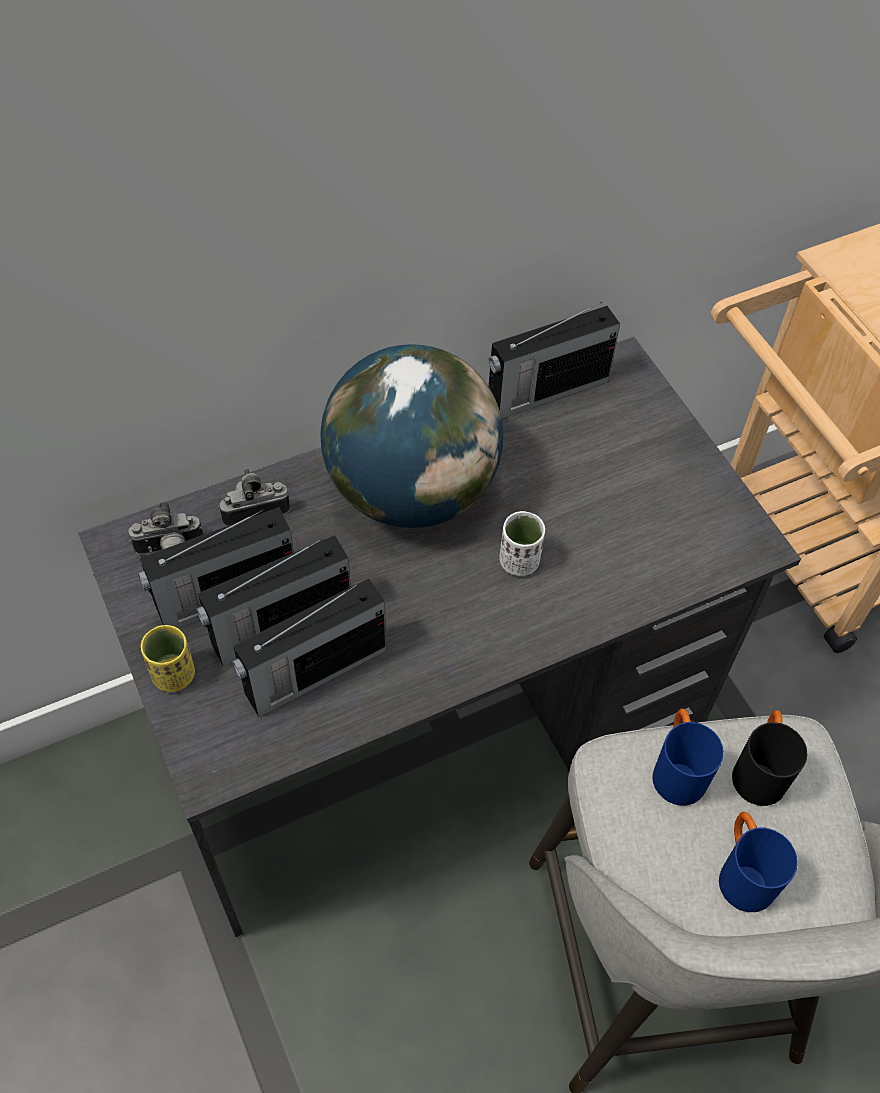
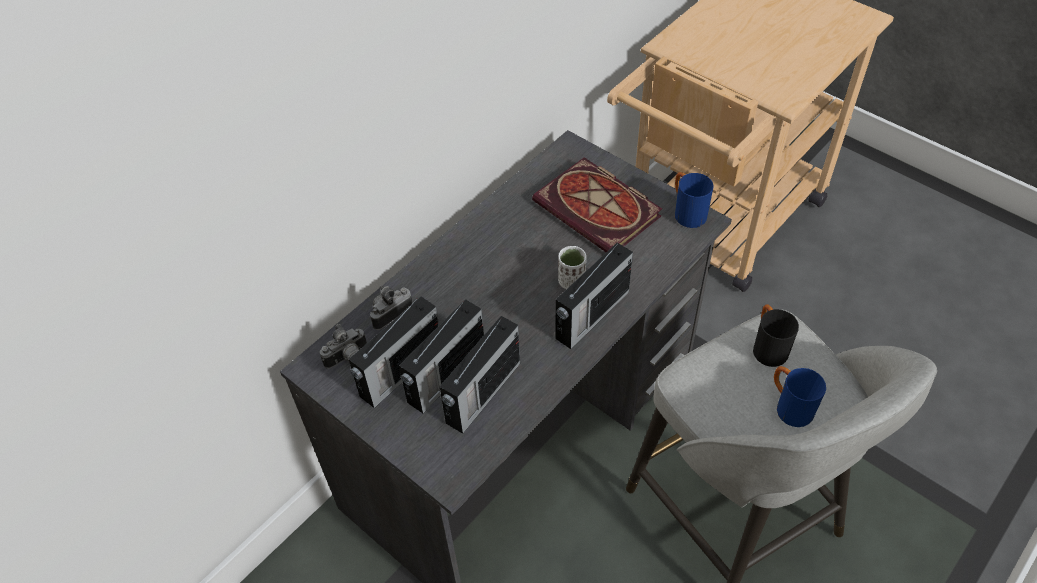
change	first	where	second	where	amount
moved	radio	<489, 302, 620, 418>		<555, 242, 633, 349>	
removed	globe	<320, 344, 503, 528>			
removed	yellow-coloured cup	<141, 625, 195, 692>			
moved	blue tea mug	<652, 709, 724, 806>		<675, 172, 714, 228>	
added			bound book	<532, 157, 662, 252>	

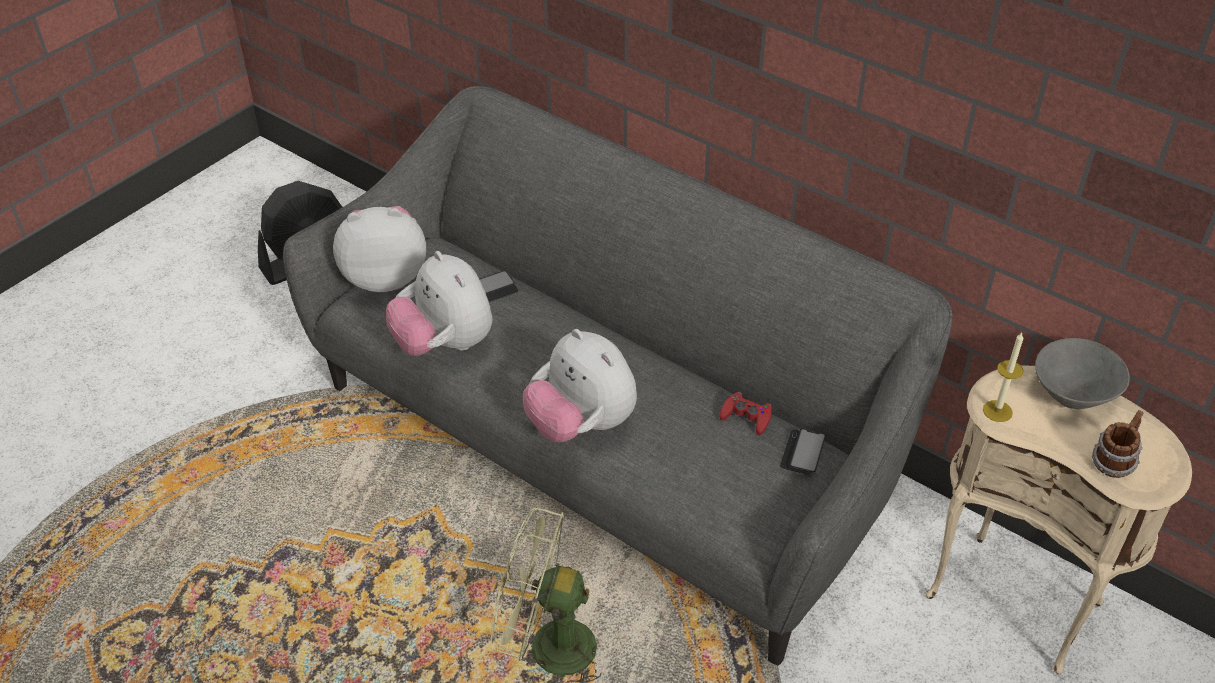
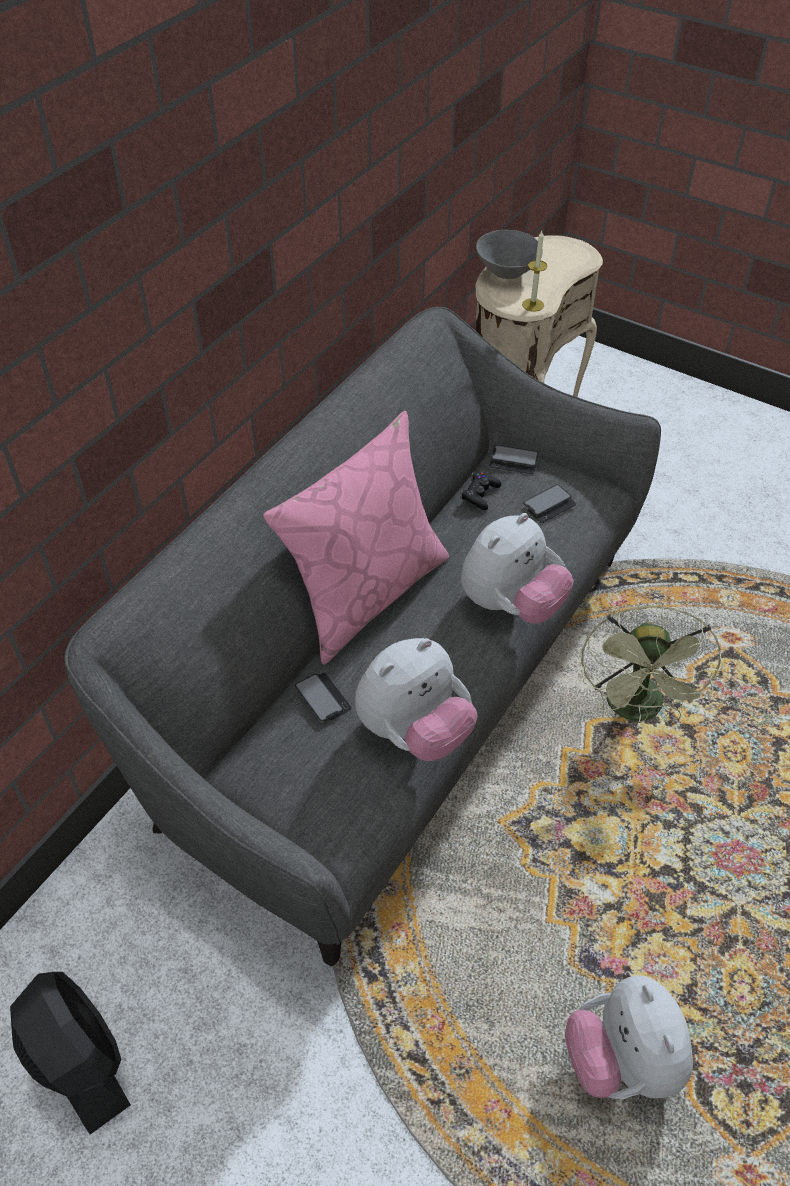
change	first	where	second	where	amount
moved	soft toy	<333, 206, 426, 292>		<565, 975, 693, 1099>	
recoloured	red game controller	<719, 392, 772, 436>	black game controller	<461, 472, 501, 511>	
removed	tea mug	<1092, 410, 1143, 478>			
added			pink-coloured pillow	<263, 411, 449, 665>	
added			handset	<523, 484, 576, 523>	

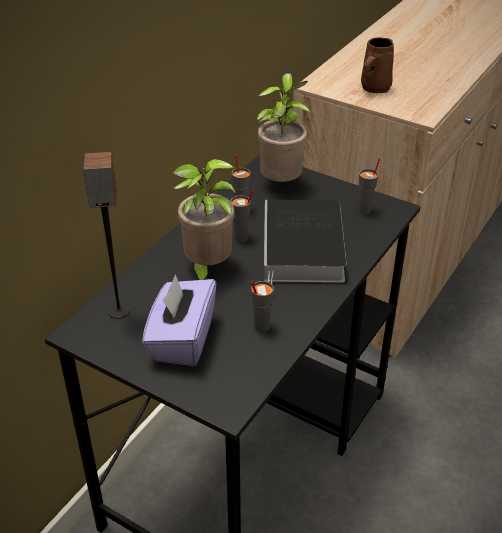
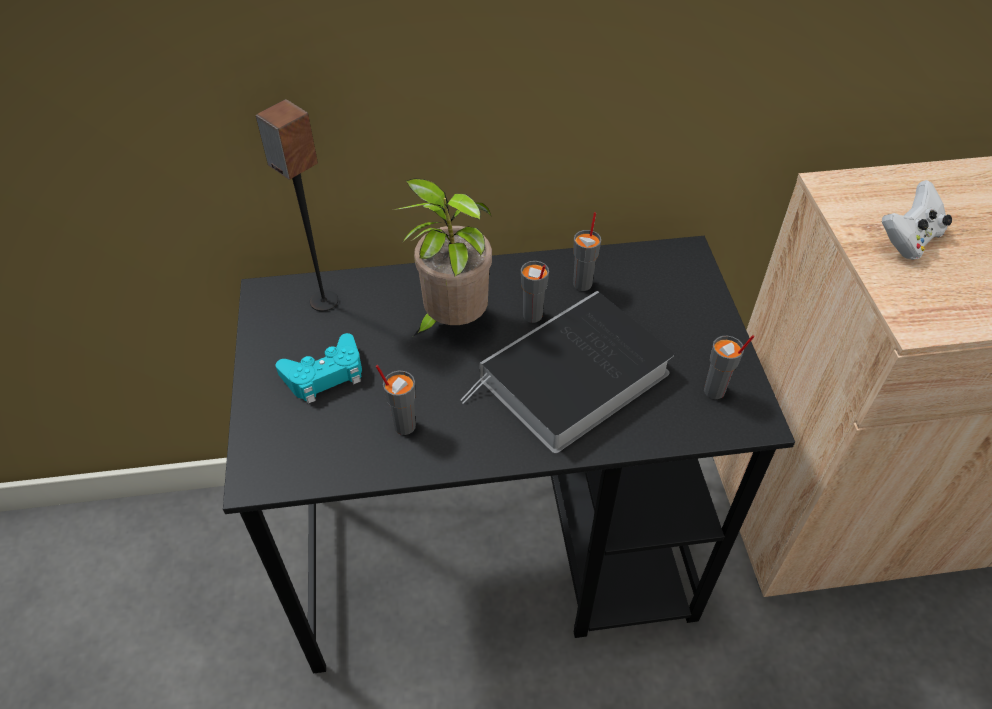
change	first	where	second	where	amount
replaced	brownish tea mug	<361, 37, 394, 93>	white-coloured game controller	<882, 180, 952, 260>	
removed	potted plant	<257, 73, 310, 182>			
replaced	purplish box of tissues	<142, 274, 216, 366>	turquoise-coloured game controller	<276, 333, 362, 404>	

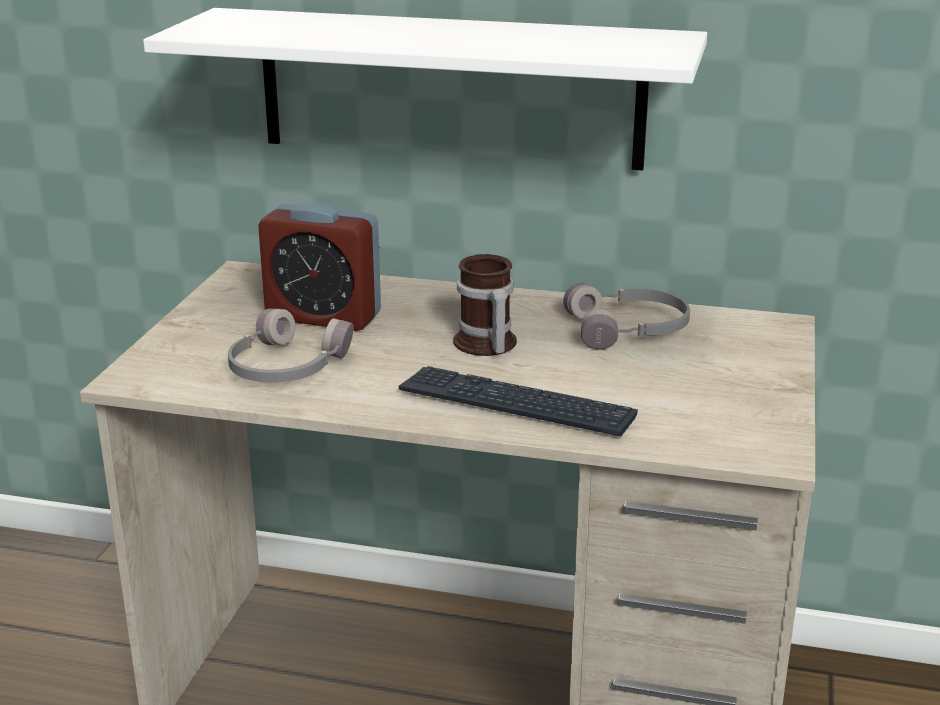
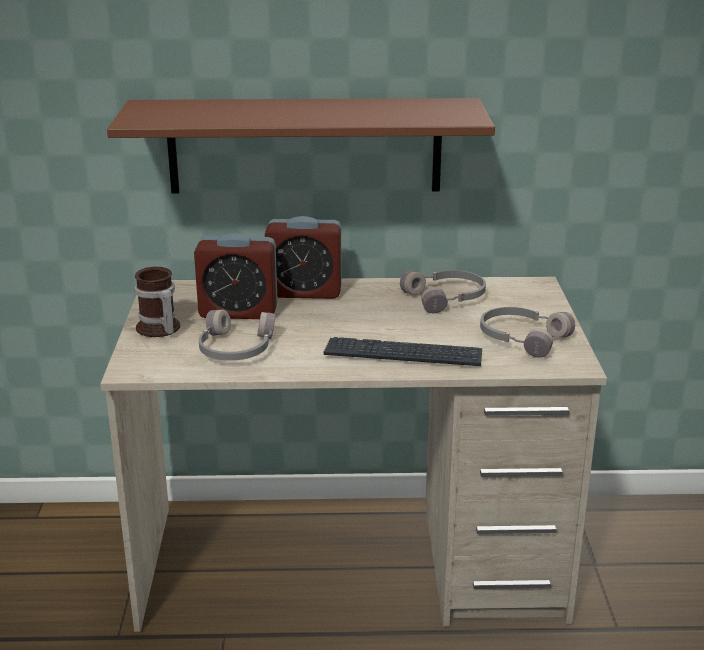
change	first	where	second	where	amount
recoloured	white-coloured shelf	<143, 8, 707, 170>	brownish shelf	<107, 98, 495, 193>	
moved	tea mug	<453, 254, 517, 356>		<134, 267, 181, 337>	
added			alarm clock	<265, 216, 342, 299>	
added			greyish headphones	<480, 307, 575, 358>	

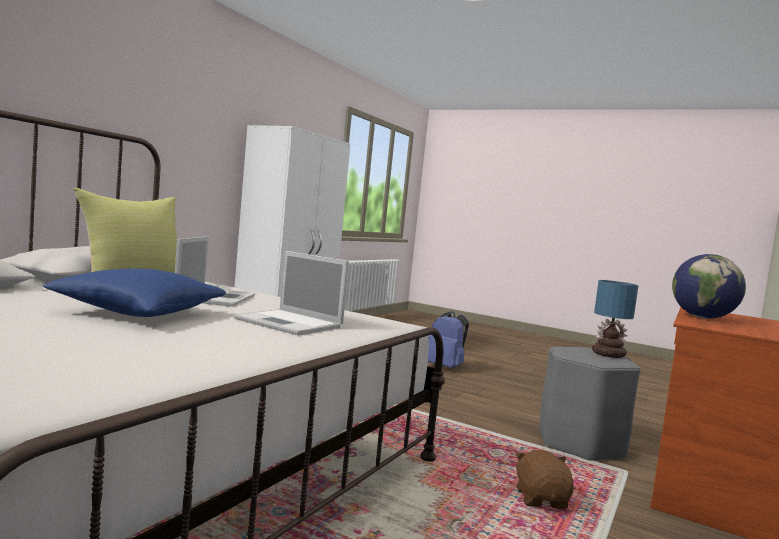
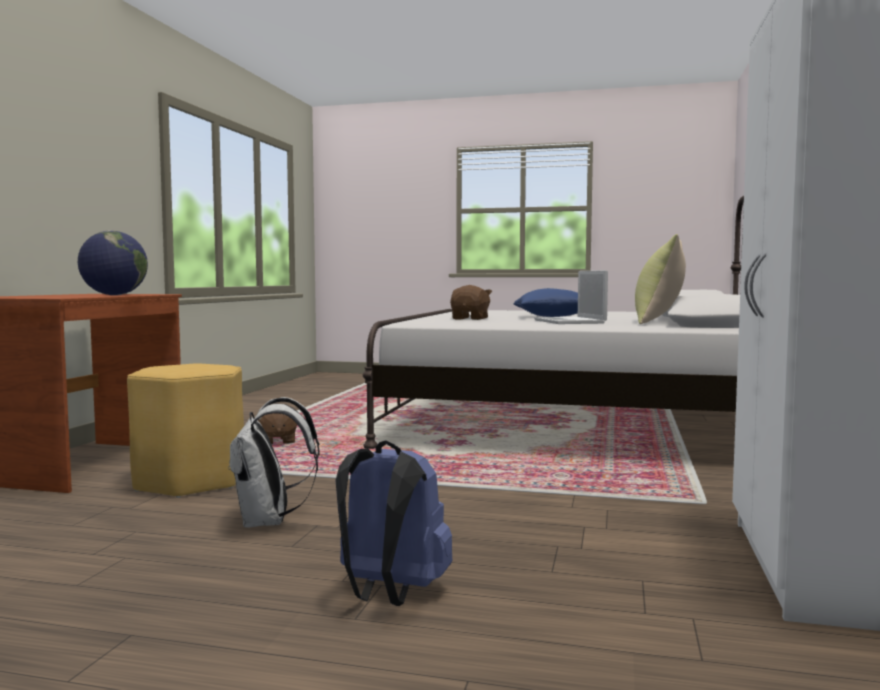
change	first	where	second	where	amount
replaced	laptop	<234, 251, 349, 336>	brownish soft toy	<450, 285, 492, 320>	
removed	table lamp	<592, 280, 638, 358>			
recoloured	greyish stool seat	<539, 347, 640, 461>	yellow-coloured stool seat	<127, 363, 244, 498>	
added			white-coloured backpack	<228, 397, 319, 528>	

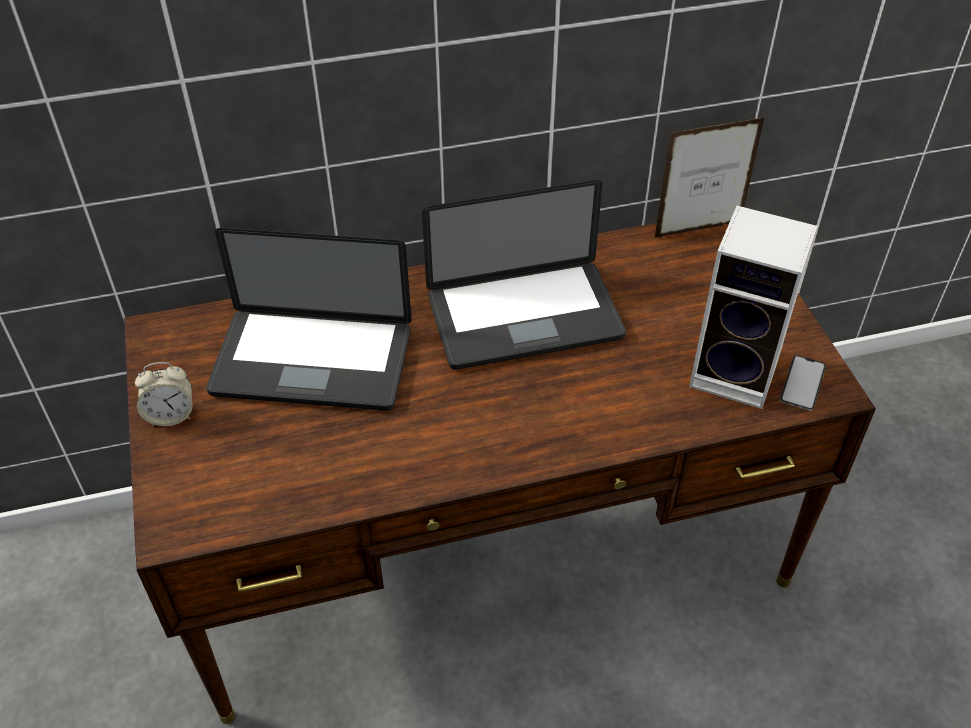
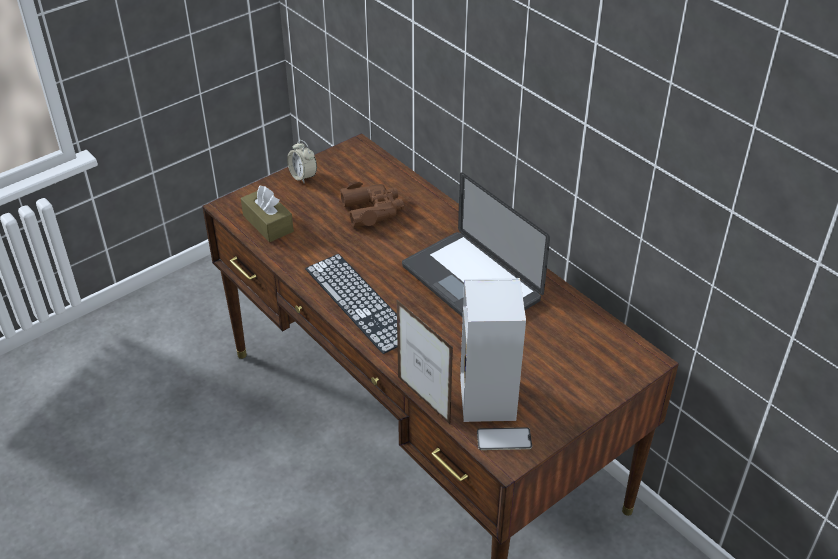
change	first	where	second	where	amount
moved	standing frame	<655, 117, 765, 238>		<397, 300, 453, 425>	
replaced	laptop	<206, 228, 412, 411>	brownish field glasses	<340, 182, 404, 228>	
added			brownish box of tissues	<241, 185, 294, 242>	
added			keyboard	<305, 254, 398, 354>	

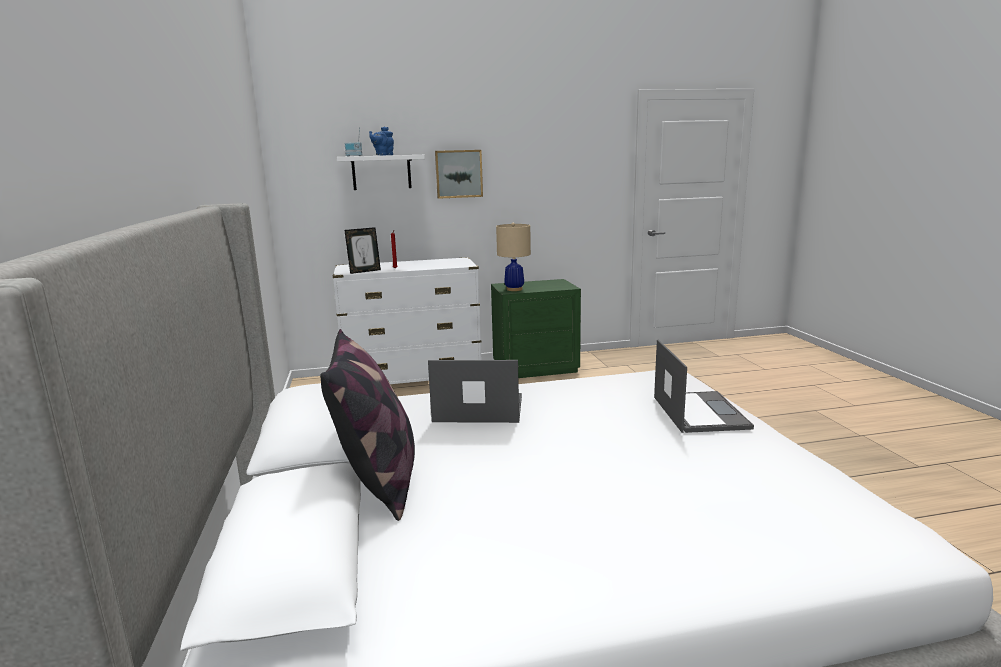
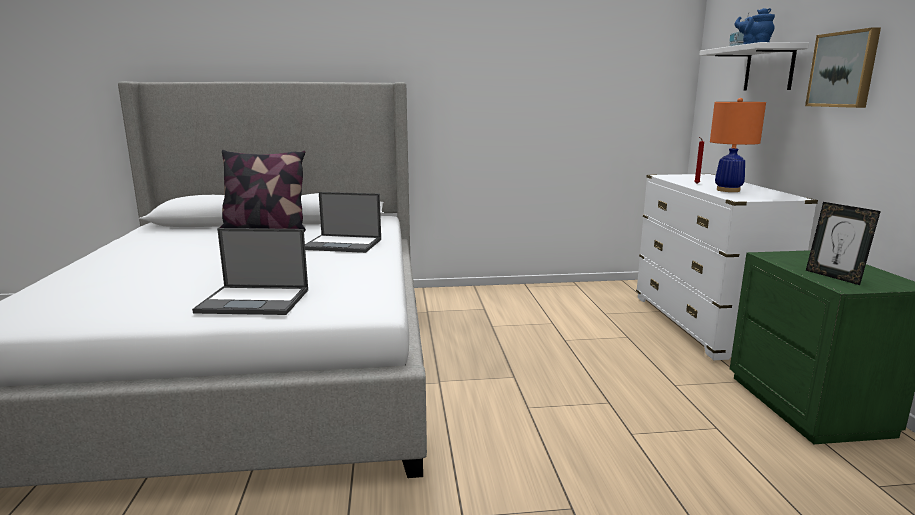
change	first	where	second	where	amount
removed	sand-coloured table lamp	<496, 223, 531, 291>			
moved	standing frame	<344, 227, 381, 274>		<806, 202, 881, 285>	
turned	laptop	<428, 360, 522, 423>		<305, 192, 381, 253>	90 degrees clockwise
added			orange table lamp	<710, 98, 766, 192>	

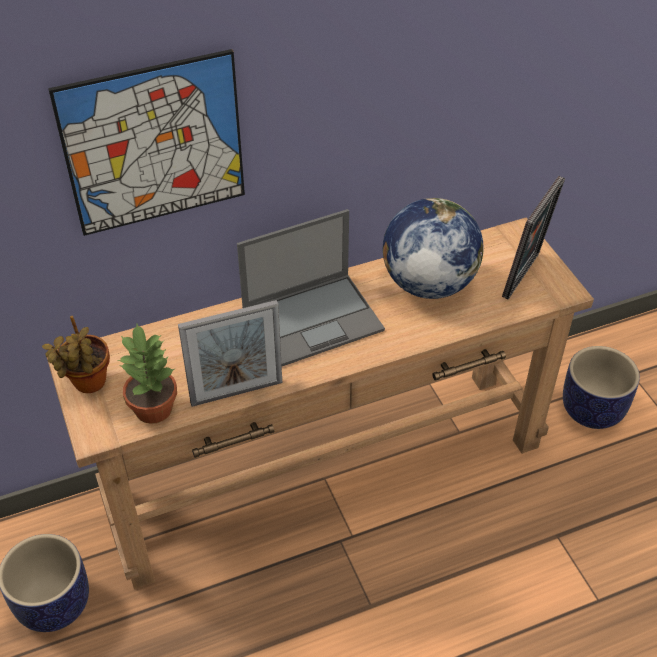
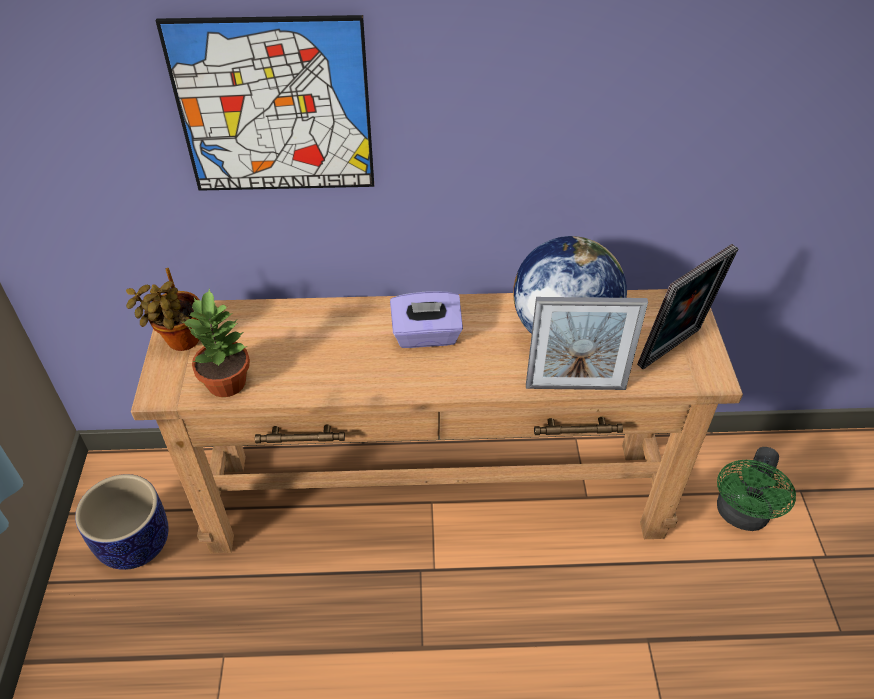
change	first	where	second	where	amount
replaced	laptop	<237, 209, 385, 366>	purplish box of tissues	<390, 291, 463, 348>	
moved	standing frame	<178, 300, 282, 407>		<526, 297, 648, 390>	
replaced	plant pot	<563, 346, 640, 429>	green cooling fan	<717, 447, 796, 531>	

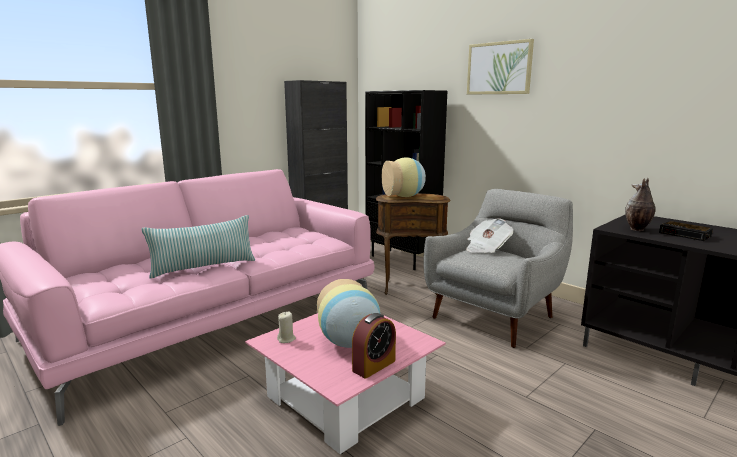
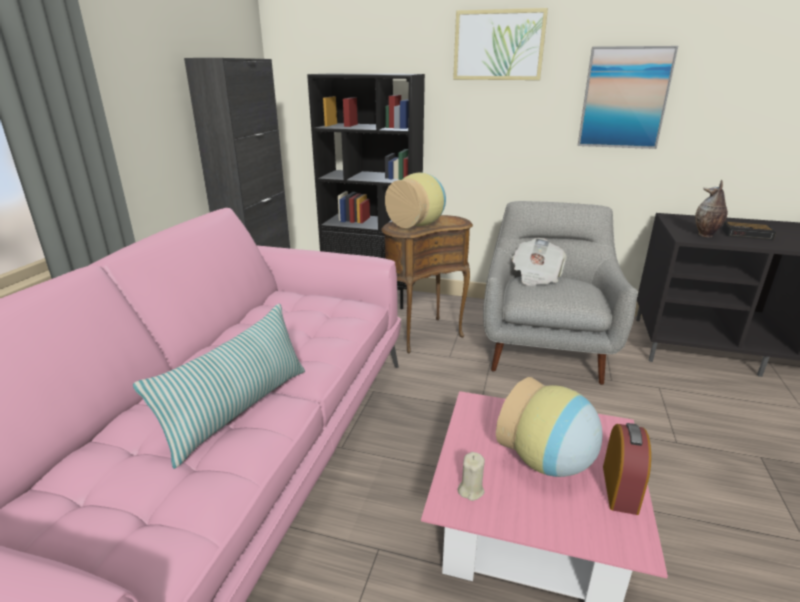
change	first	where	second	where	amount
added			wall picture	<578, 46, 678, 149>	

